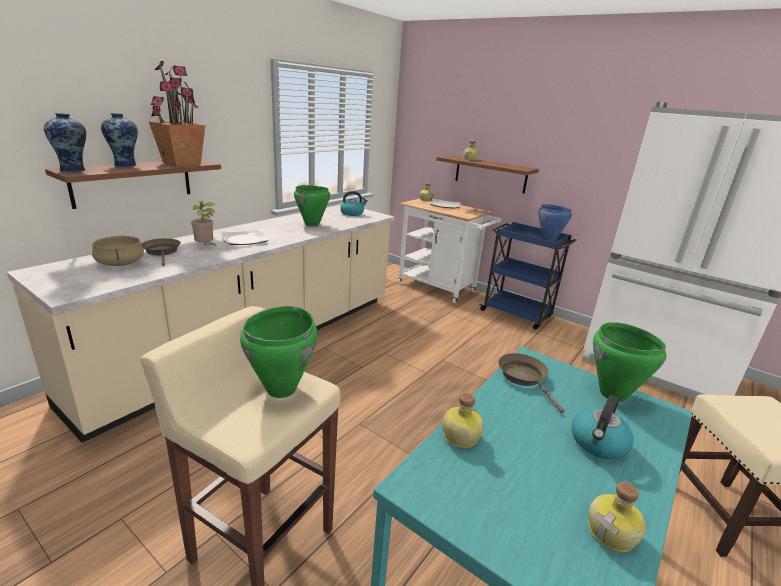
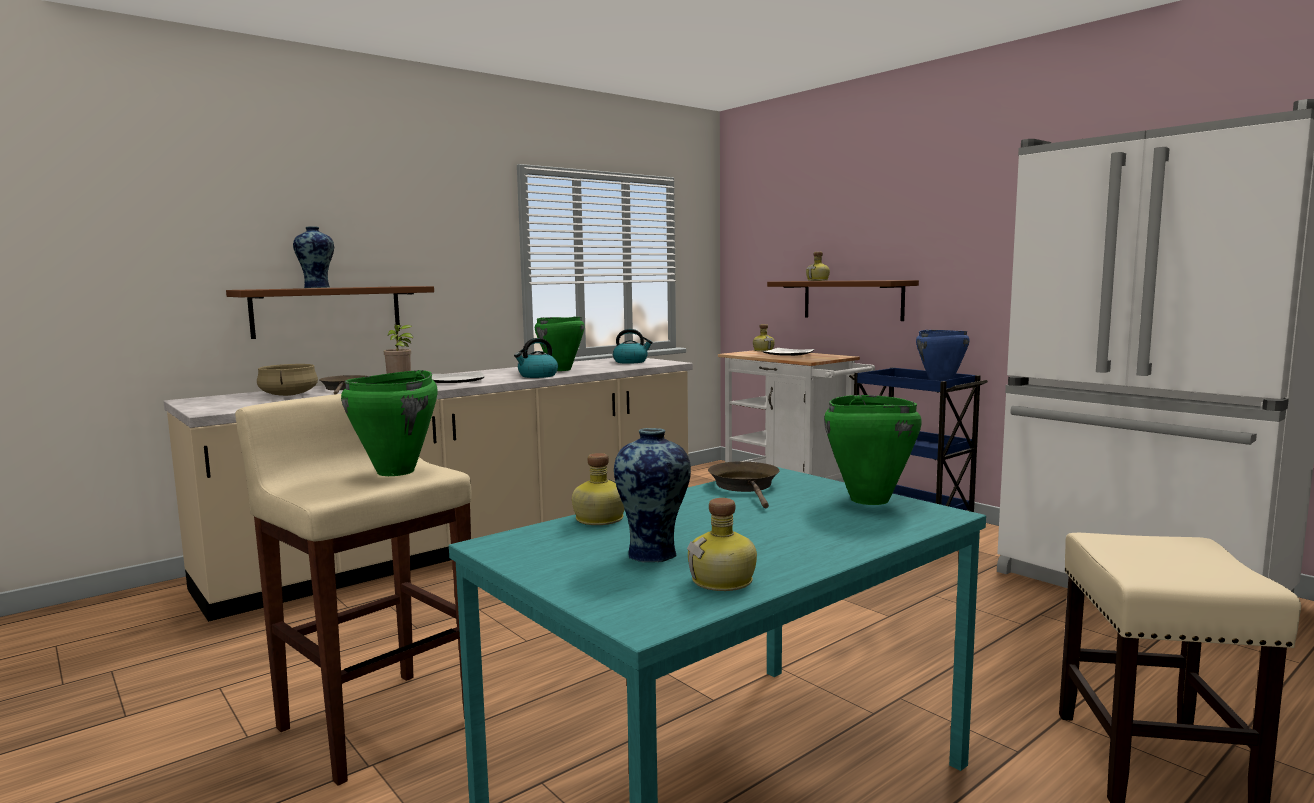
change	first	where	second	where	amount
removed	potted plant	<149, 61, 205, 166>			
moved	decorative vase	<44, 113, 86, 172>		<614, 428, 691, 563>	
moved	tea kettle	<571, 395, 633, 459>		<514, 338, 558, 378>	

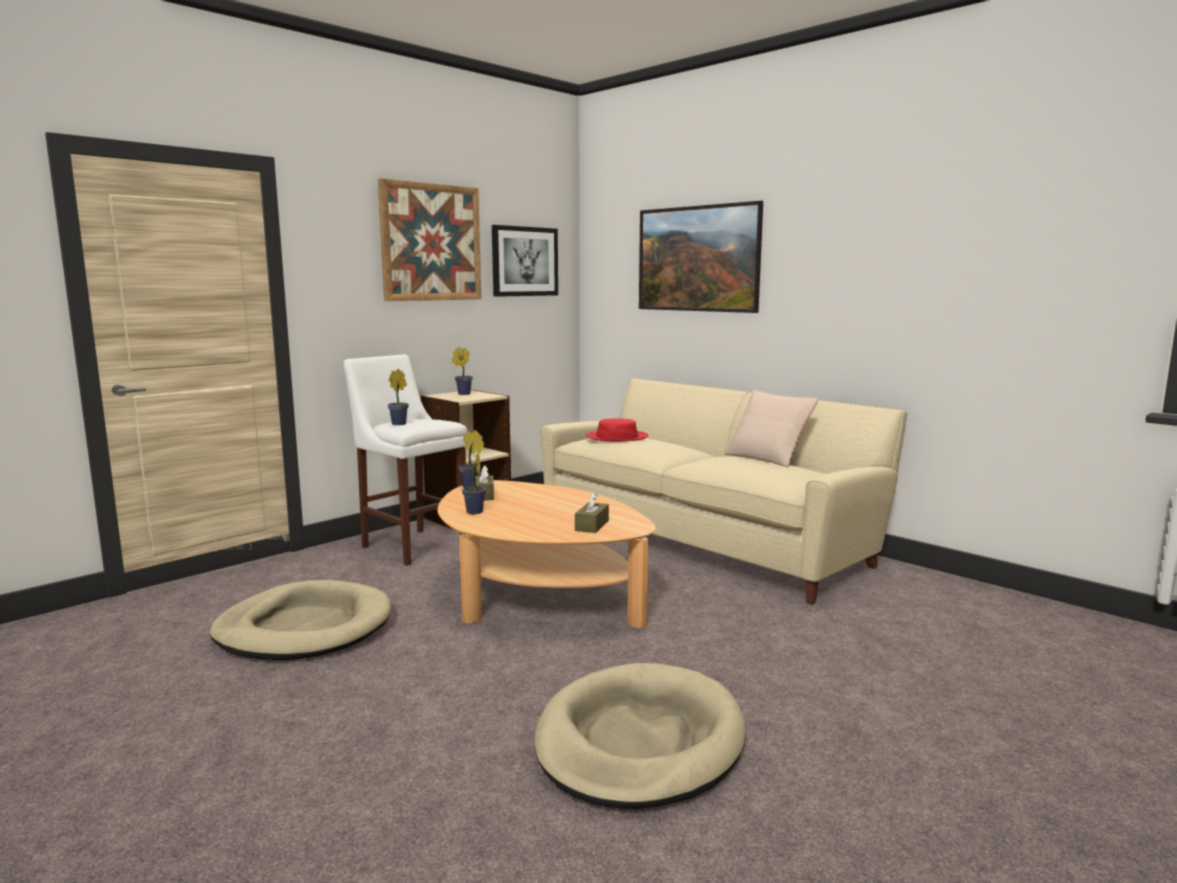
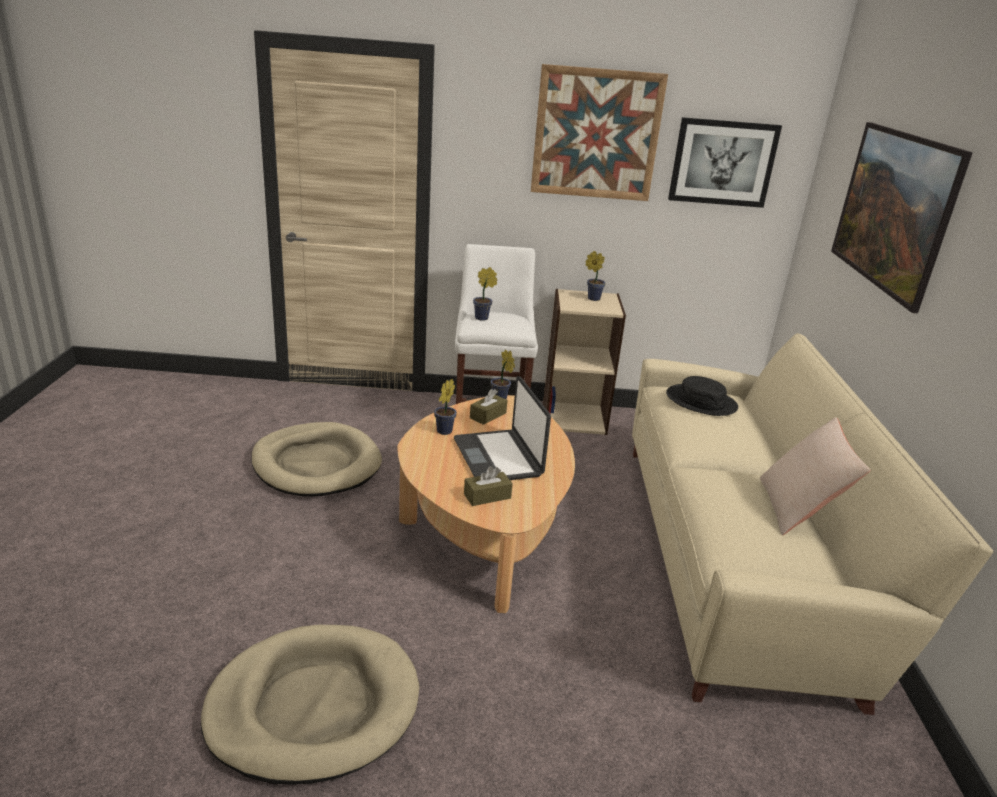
change	first	where	second	where	amount
recoloured	red hat	<586, 419, 649, 442>	black hat	<666, 376, 738, 416>	
added			laptop	<454, 376, 551, 480>	

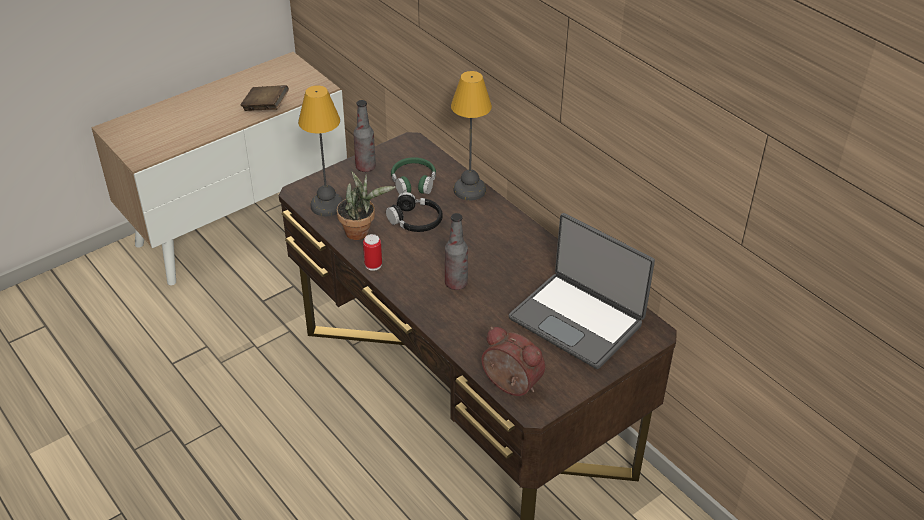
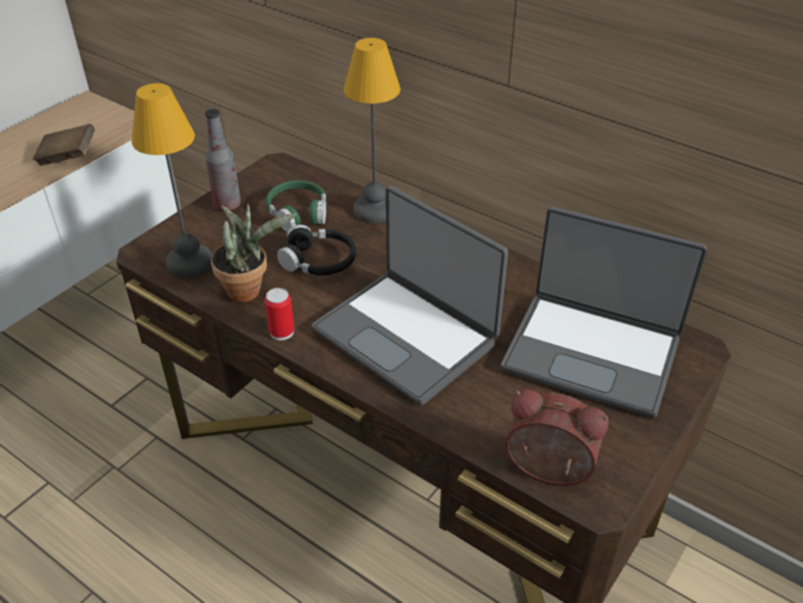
change	first	where	second	where	amount
replaced	bottle	<445, 213, 468, 290>	laptop	<312, 186, 508, 405>	

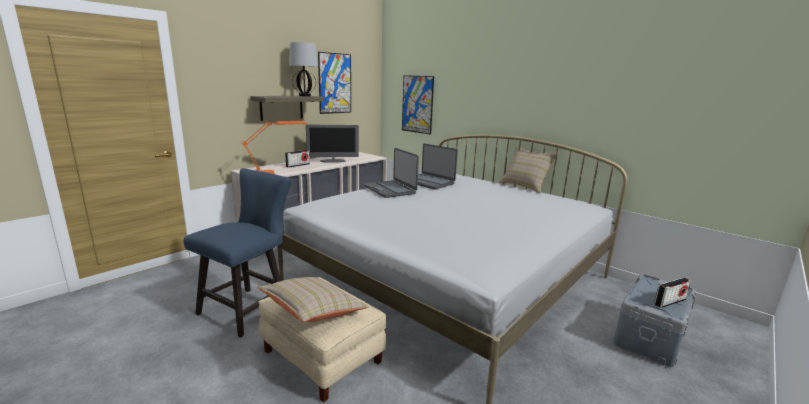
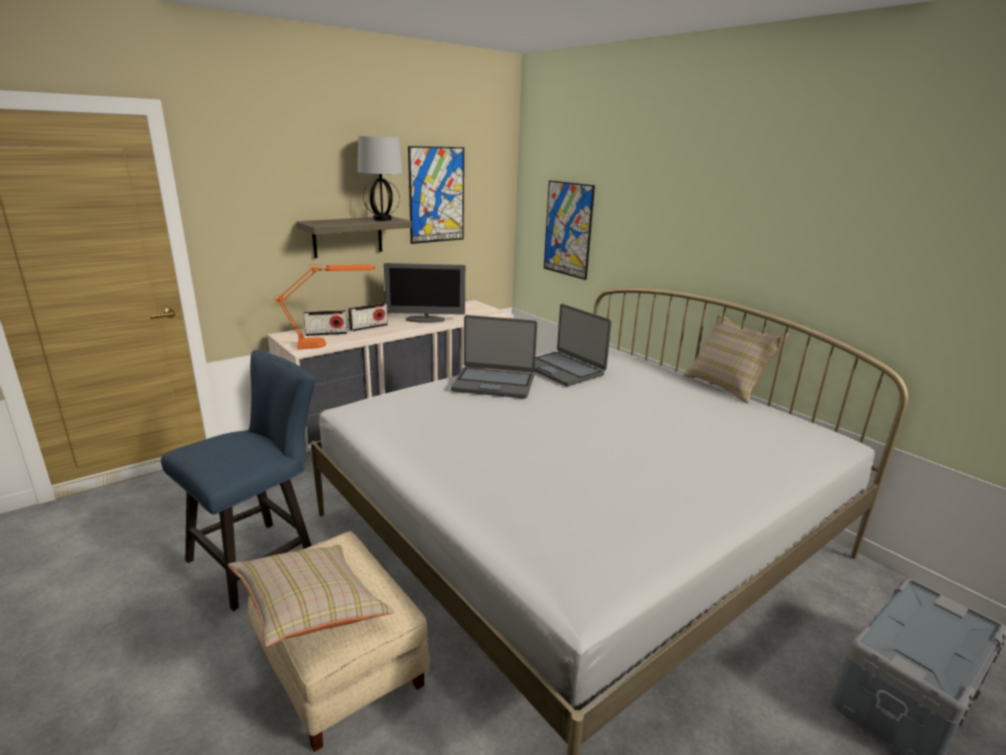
change	first	where	second	where	amount
turned	laptop	<364, 148, 419, 198>		<451, 315, 537, 399>	60 degrees counterclockwise
moved	radio	<654, 277, 691, 308>		<303, 310, 347, 336>	

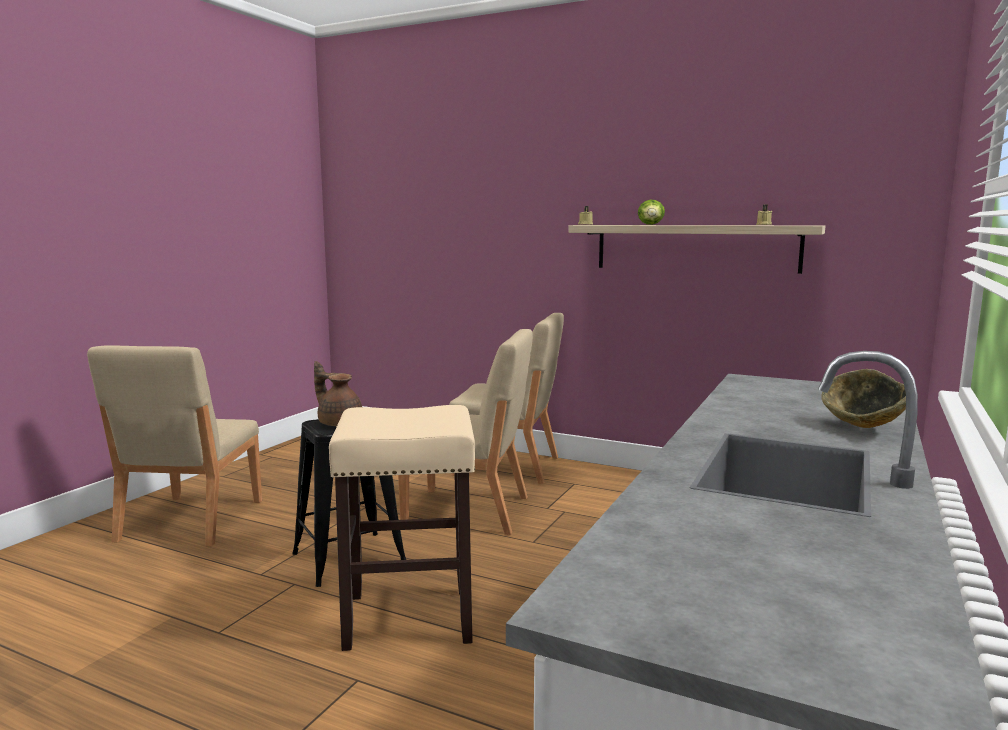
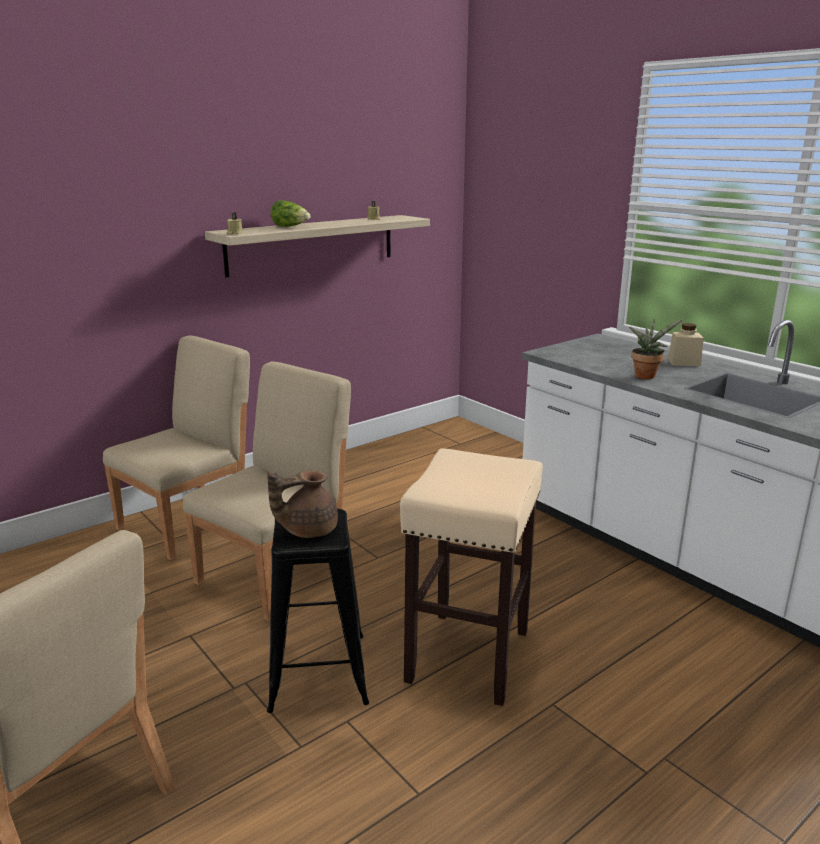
change	first	where	second	where	amount
replaced	deep dish	<821, 369, 906, 428>	sand-coloured preserve jar	<668, 323, 704, 366>	
added			potted plant	<629, 318, 683, 379>	

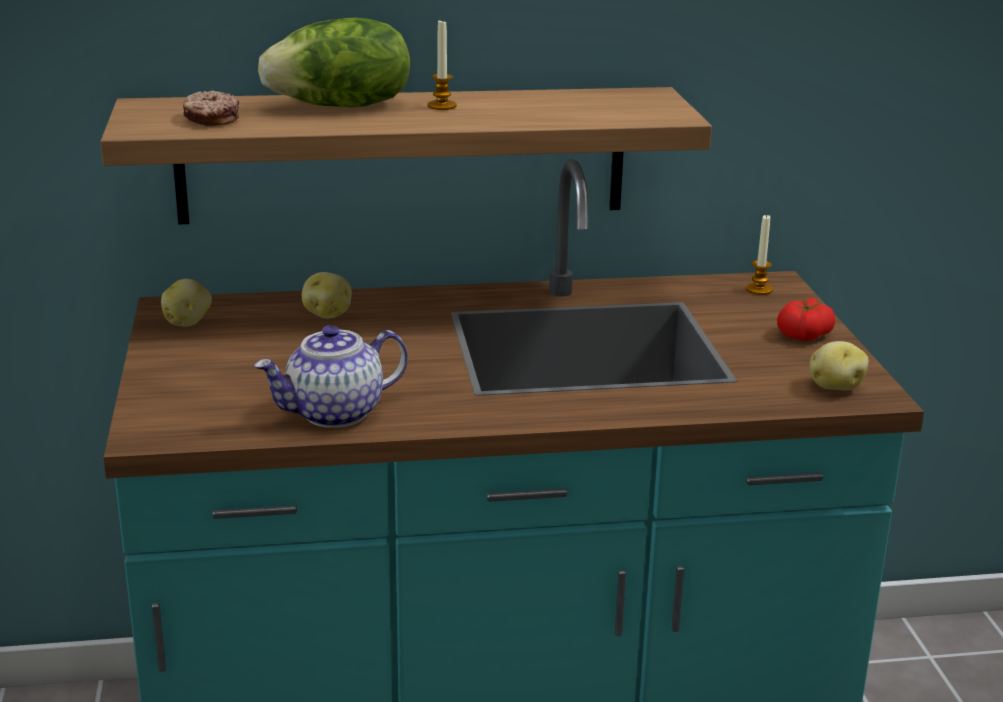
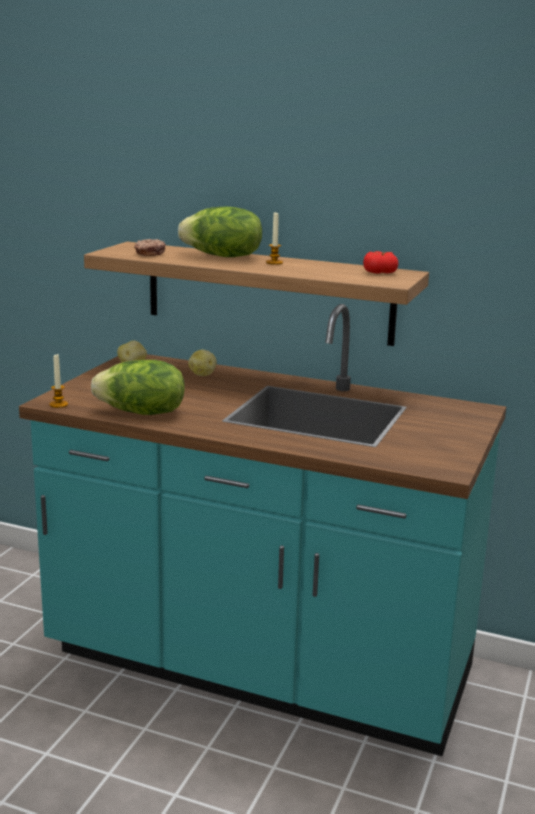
change	first	where	second	where	amount
moved	wax candle	<746, 215, 773, 295>		<50, 354, 68, 408>	
moved	fresh tomato	<777, 299, 835, 341>		<363, 251, 398, 274>	
replaced	tea pot	<254, 325, 408, 428>	lettuce head	<91, 360, 185, 415>	
removed	spud	<810, 341, 869, 390>			

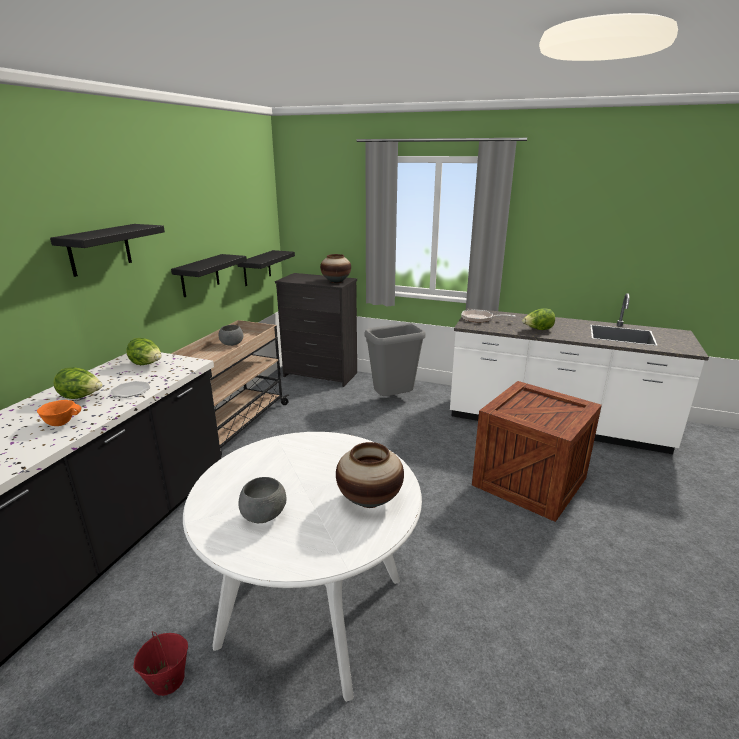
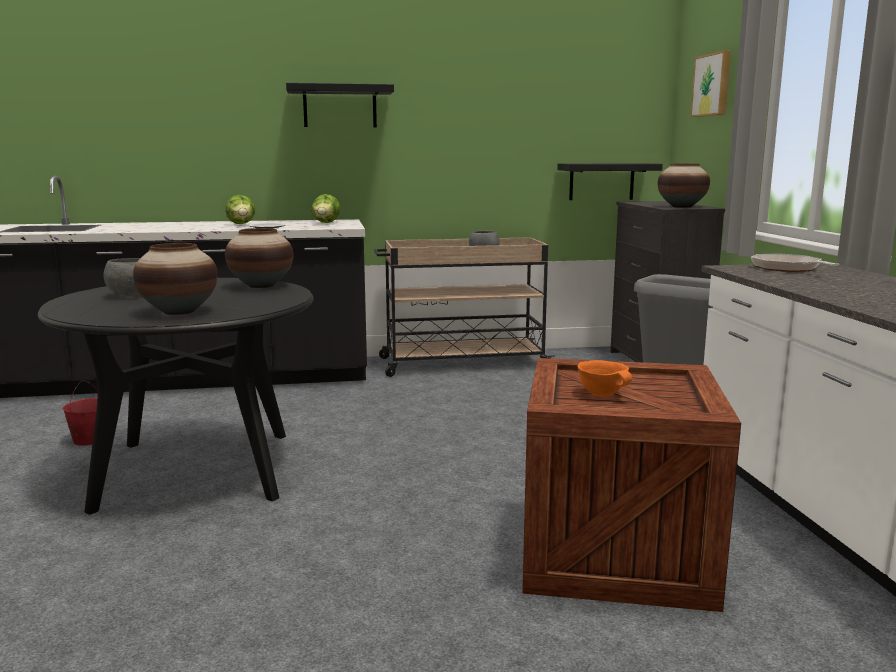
change	first	where	second	where	amount
removed	black shelf	<171, 254, 247, 297>			
removed	lettuce head	<522, 309, 555, 330>			
moved	orange deep dish	<37, 400, 81, 426>		<578, 360, 632, 397>	
recoloured	white-coloured kitchen table	<183, 432, 422, 702>	black kitchen table	<38, 278, 313, 515>	
added			wall picture	<690, 50, 731, 117>	
added			decorative vase	<225, 228, 293, 288>	

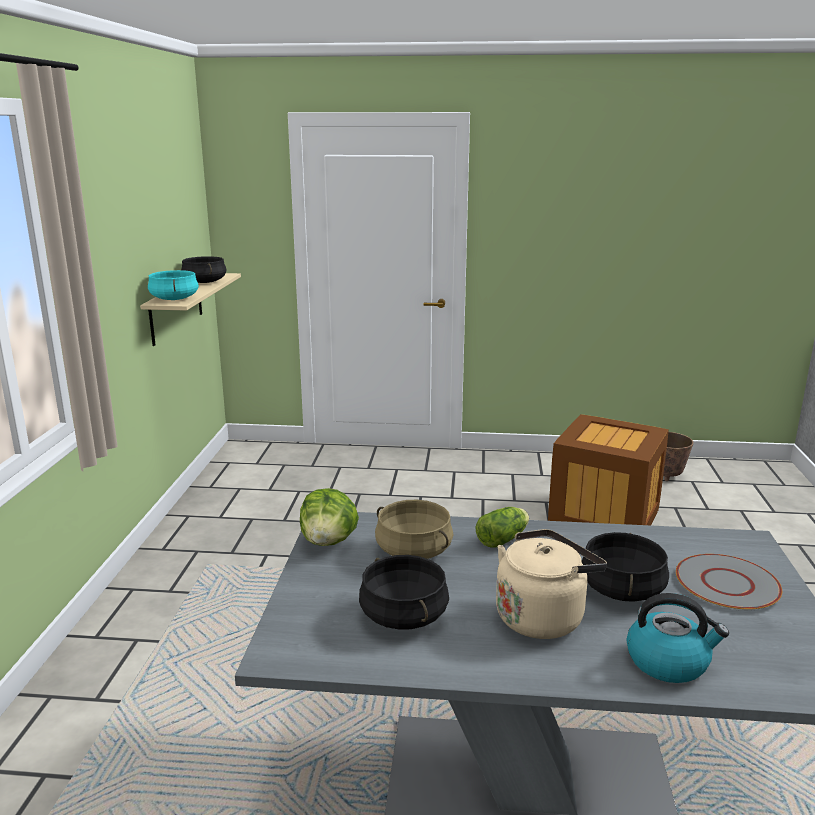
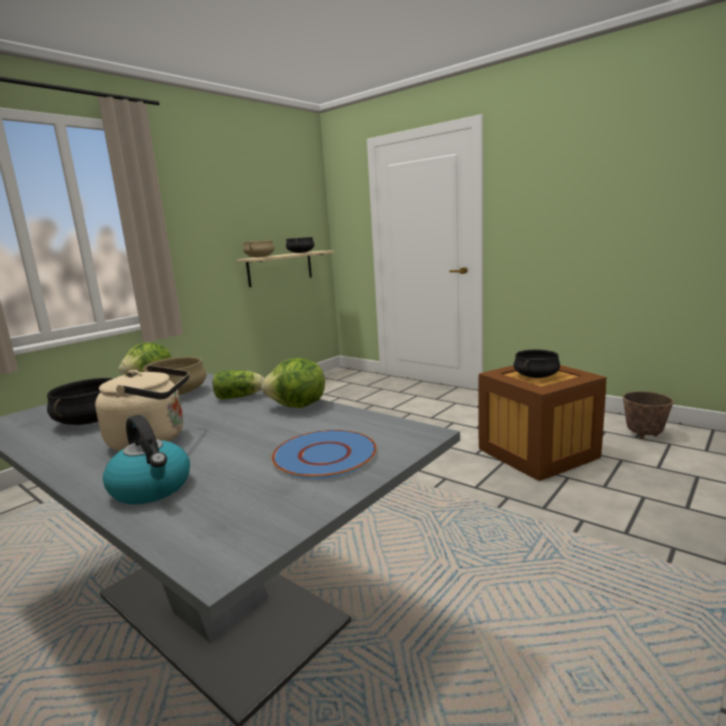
change	first	where	second	where	amount
recoloured	turquoise-coloured stockpot	<148, 270, 199, 300>	sand-coloured stockpot	<243, 240, 275, 257>	
moved	black stockpot	<582, 532, 669, 602>		<513, 349, 560, 378>	
recoloured	greyish plate	<676, 554, 782, 611>	blue plate	<271, 430, 377, 479>	
added			lettuce head	<261, 358, 325, 408>	

